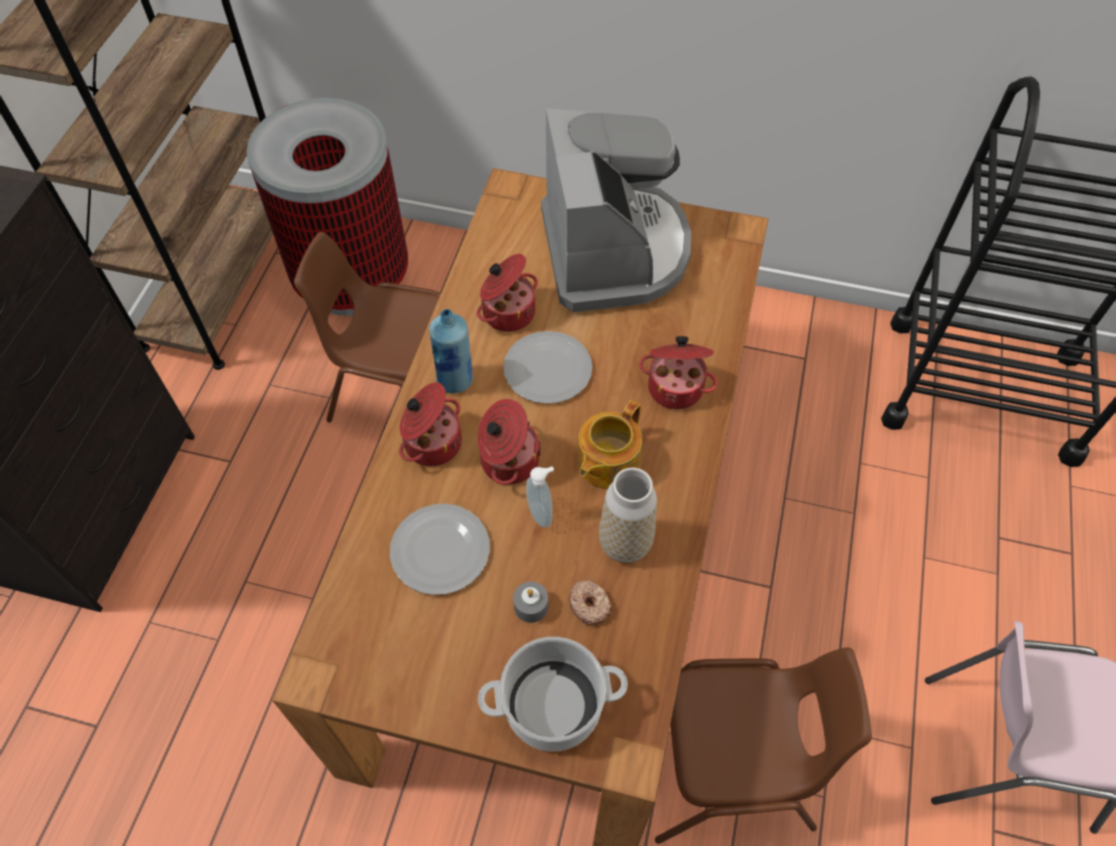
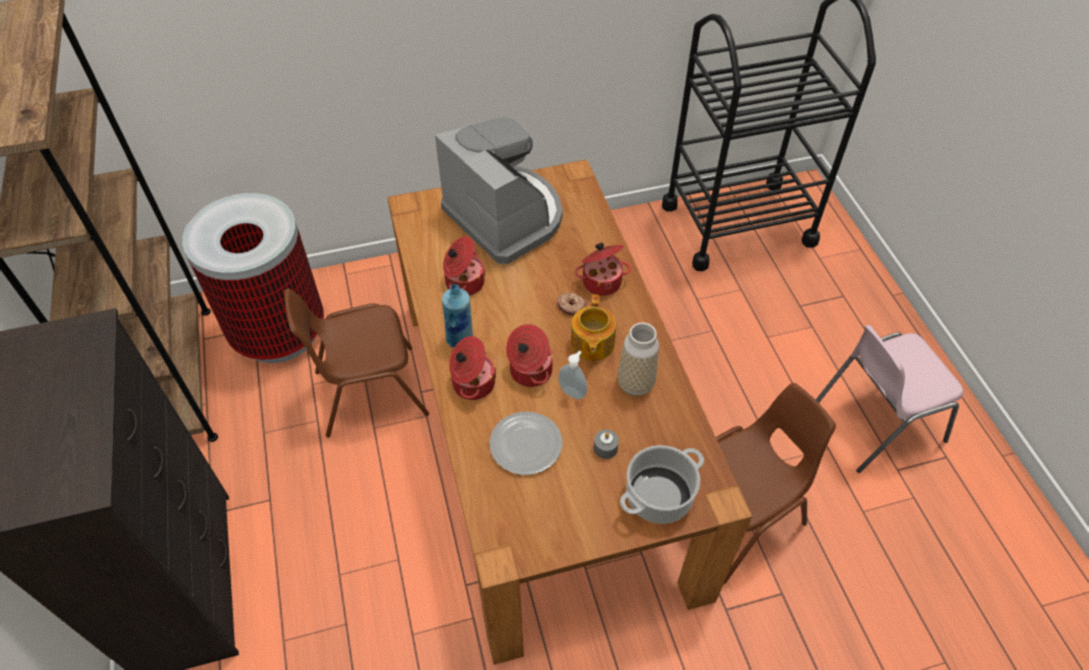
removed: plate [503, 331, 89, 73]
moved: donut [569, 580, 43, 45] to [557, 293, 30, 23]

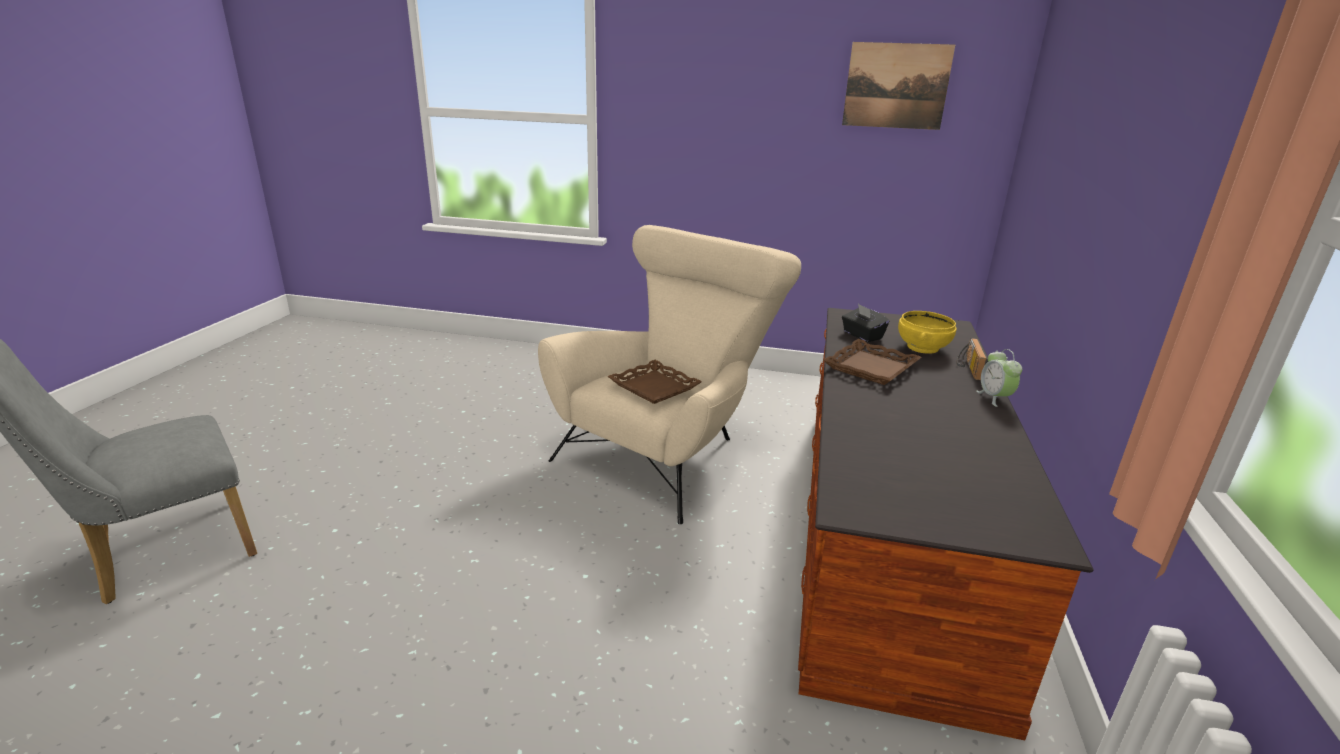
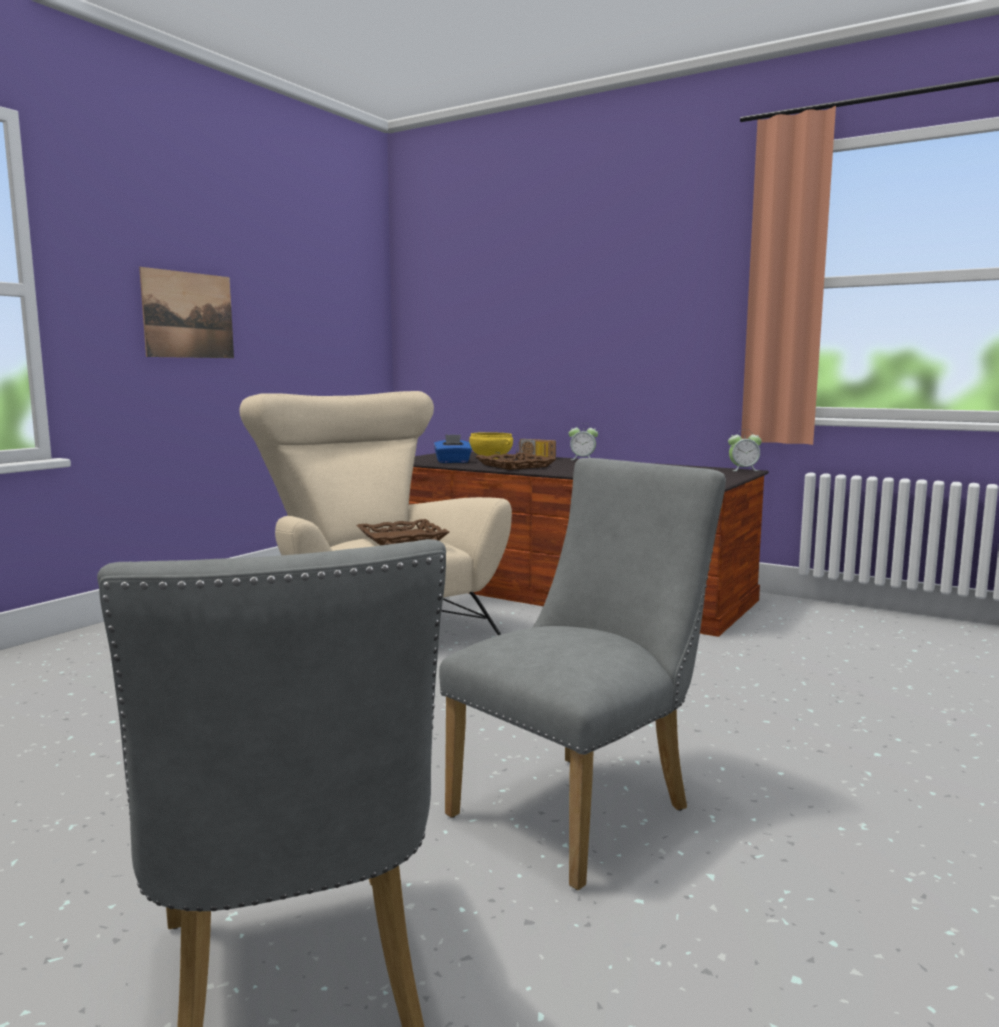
added: alarm clock [728, 429, 34, 42]; chair (grey) [439, 458, 287, 432]
moved: picture [842, 42, 113, 88] to [139, 267, 95, 91]
recoloured: tissue box (black) [842, 304, 47, 38] to tissue box (blue) [434, 434, 38, 29]

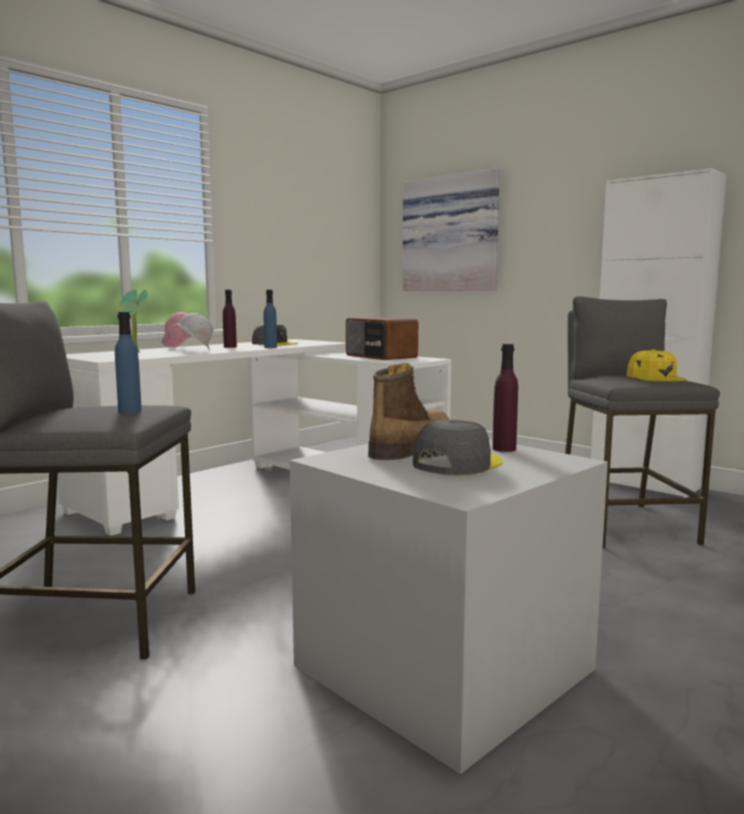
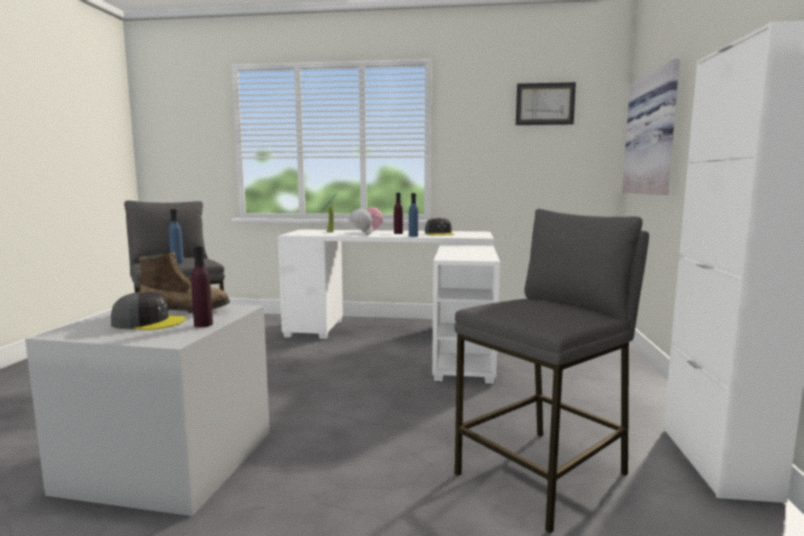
removed: radio [346, 317, 72, 43]; cap (yellow) [626, 349, 61, 32]
added: picture [516, 82, 60, 43]

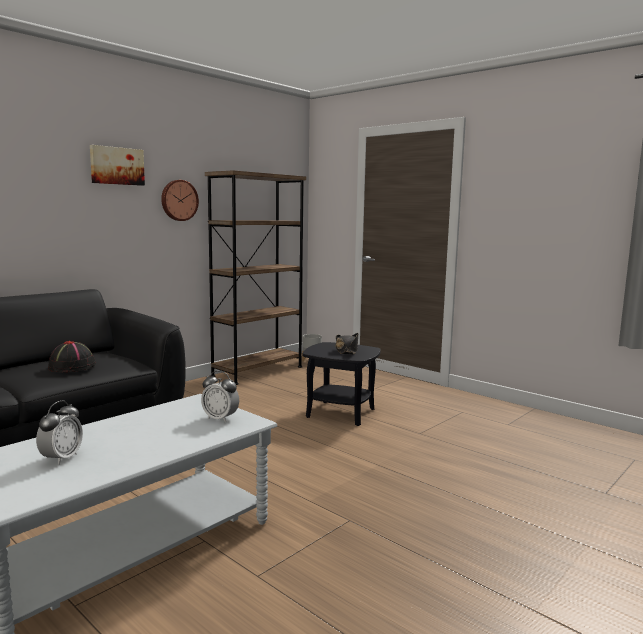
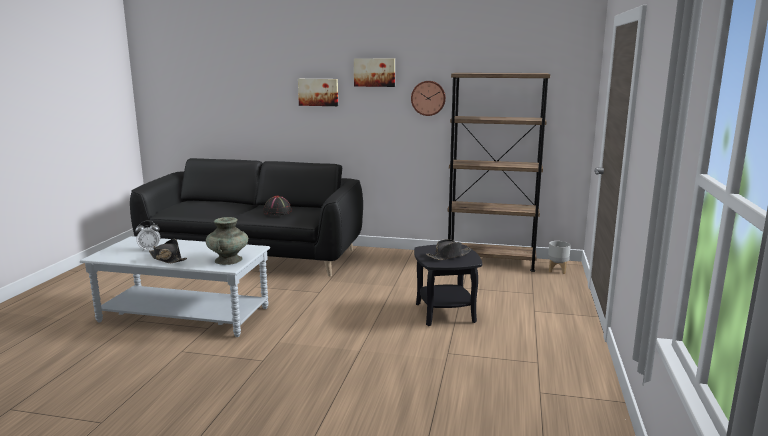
added: picture [298, 79, 40, 27]; hat (black) [149, 239, 38, 24]
replaced: alarm clock [201, 371, 38, 52] to vase (turquoise) [206, 217, 42, 48]

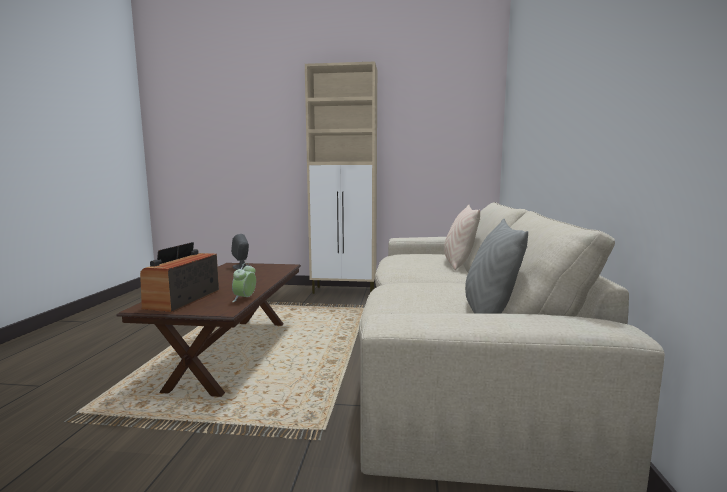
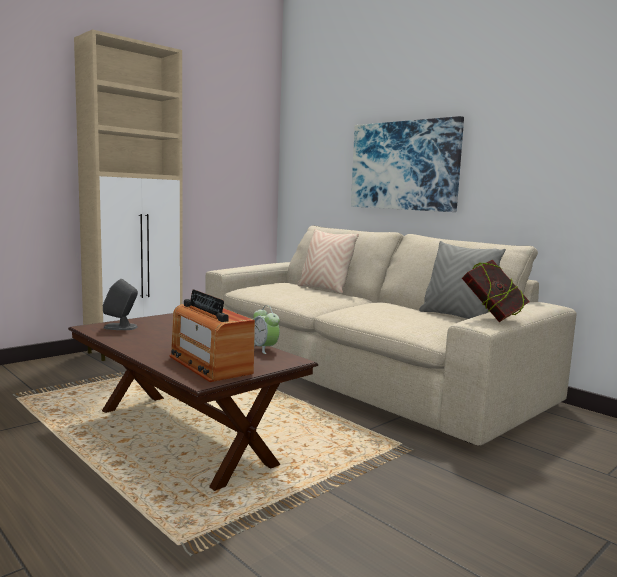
added: picture [351, 116, 113, 96]; book [462, 260, 68, 62]

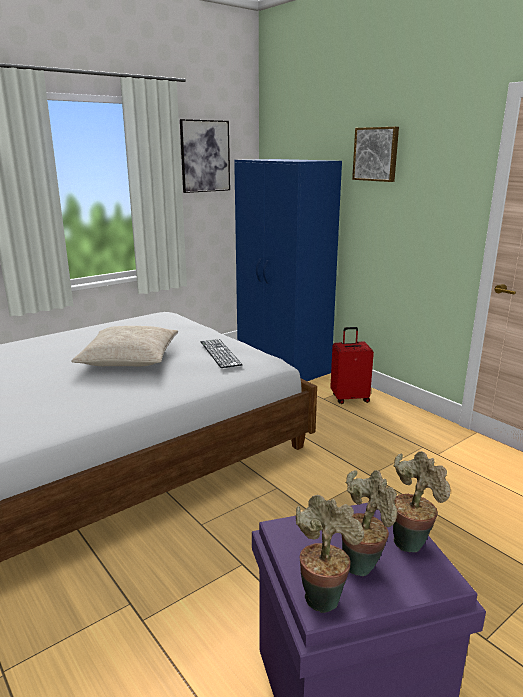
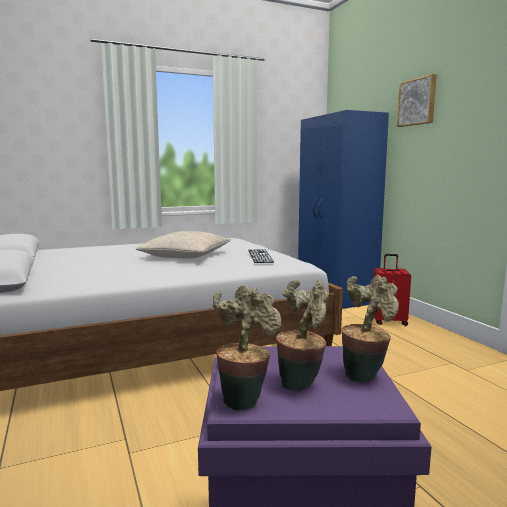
removed: picture [180, 119, 50, 74]

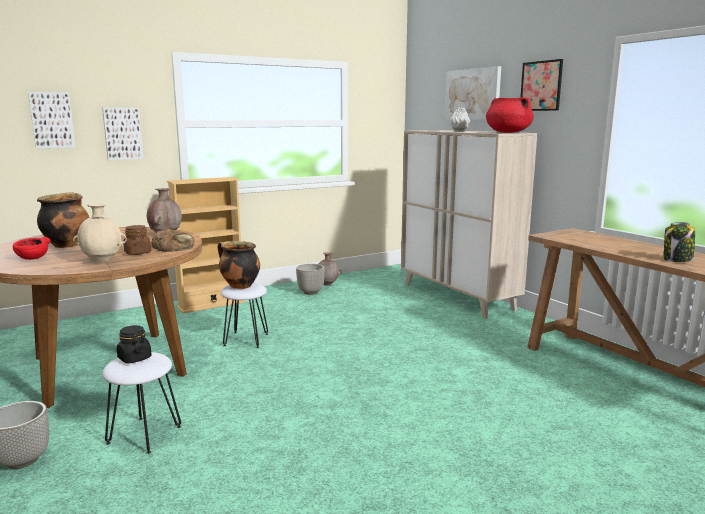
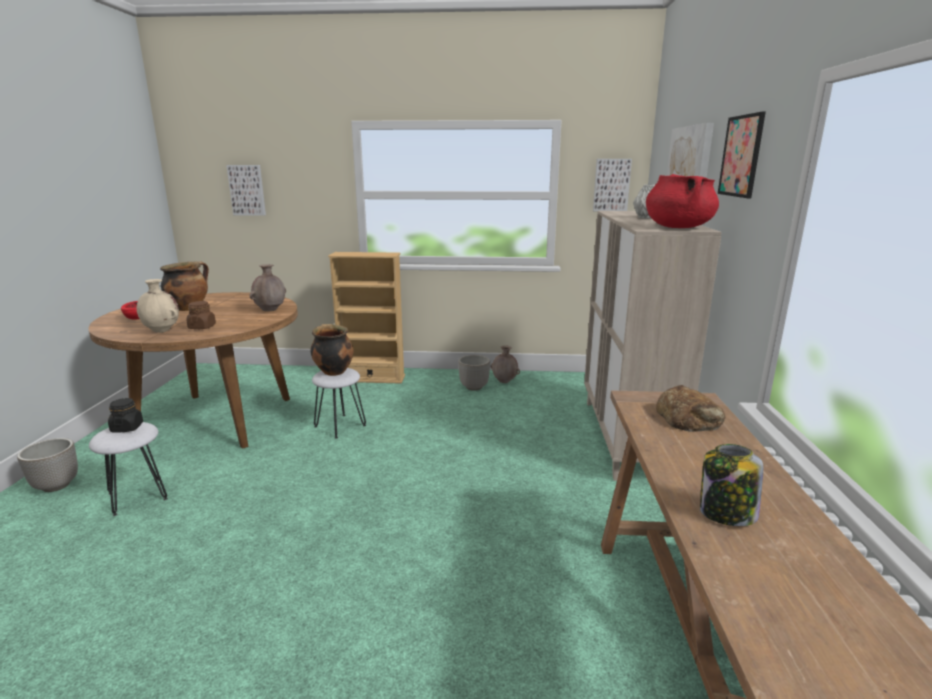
moved: picture [102, 107, 42, 53] to [593, 159, 39, 52]; bread [151, 228, 43, 24] to [656, 385, 69, 47]

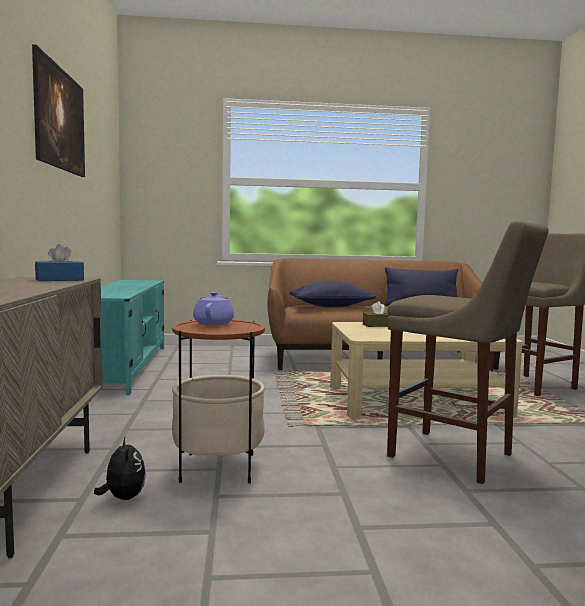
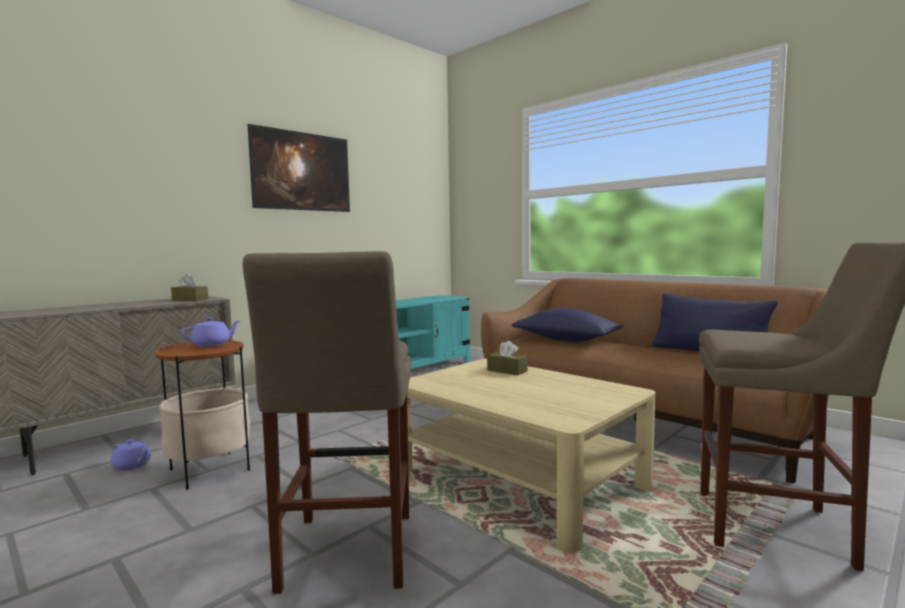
replaced: plush toy [94, 437, 52, 63] to teapot (purple) [111, 439, 40, 32]
recoloured: tissue box (blue) [35, 244, 49, 37] to tissue box (brown) [171, 274, 37, 27]

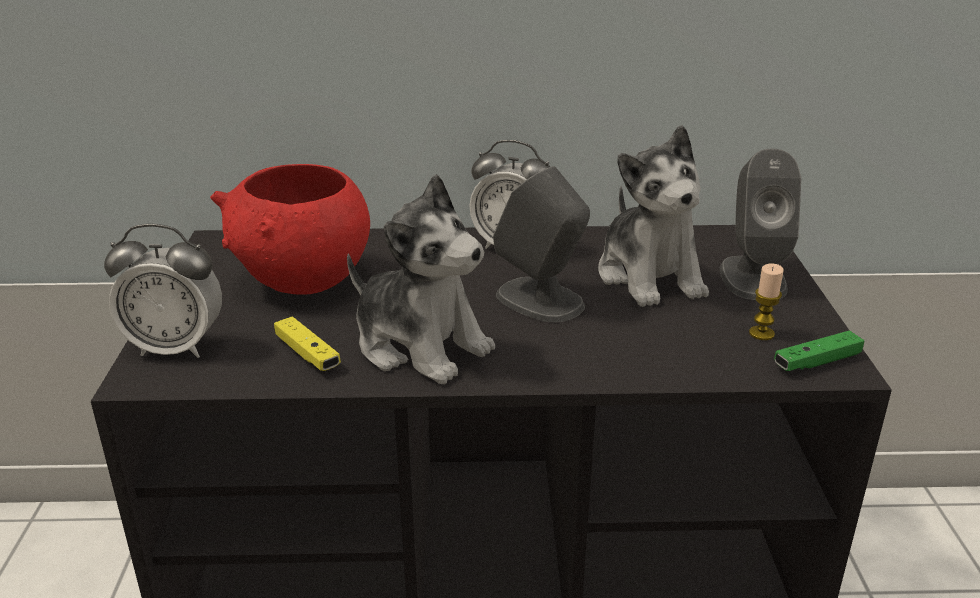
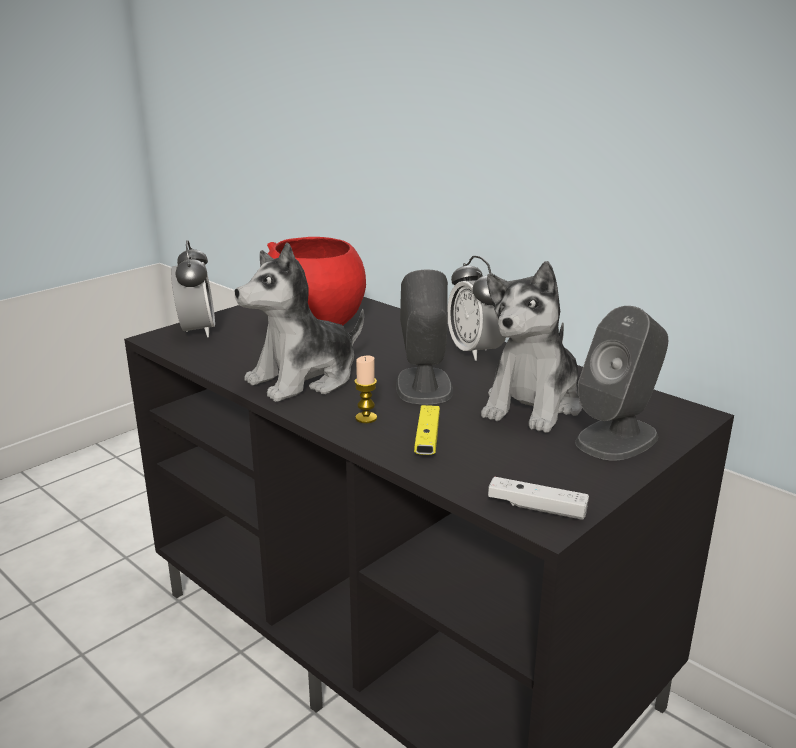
moved: candle [749, 264, 35, 76] to [354, 355, 23, 68]; game controller (yellow) [274, 317, 67, 54] to [414, 405, 26, 50]
recoloured: game controller (green) [774, 331, 90, 40] to game controller (white) [488, 476, 101, 44]
turned: plush toy [347, 174, 148, 210] = [235, 243, 129, 159] 60 degrees clockwise; alarm clock [104, 224, 118, 134] = [171, 240, 44, 97] 150 degrees counterclockwise

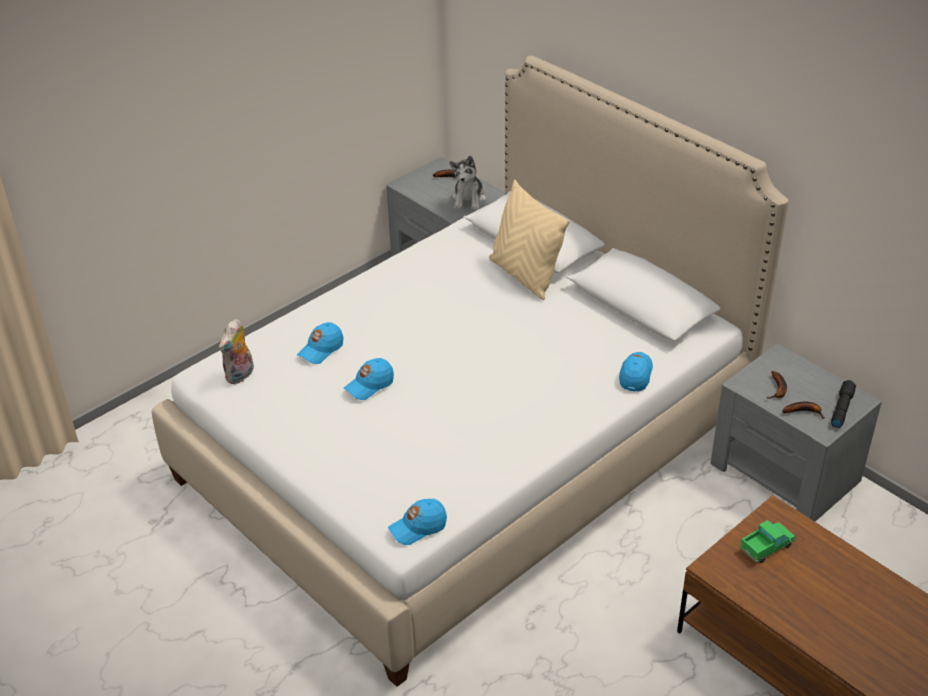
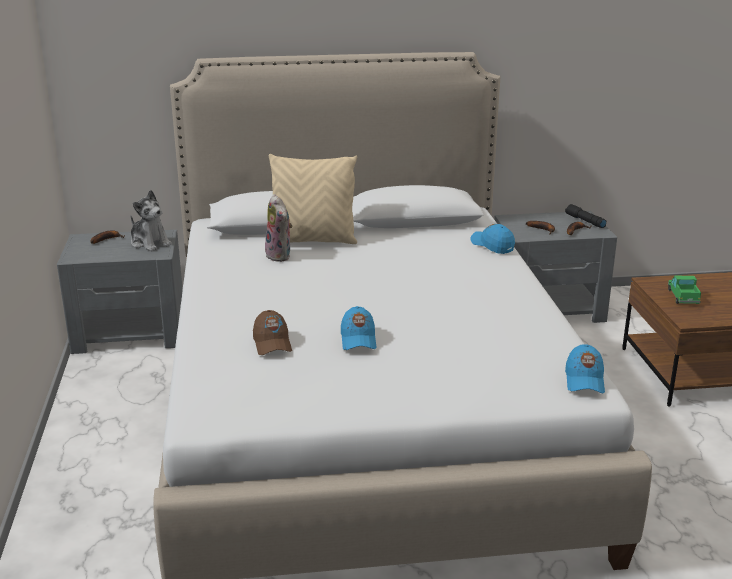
moved: plush toy [219, 319, 35, 65] to [265, 194, 28, 68]
recoloured: cap (blue) [297, 322, 46, 42] to cap (brown) [253, 310, 39, 45]

